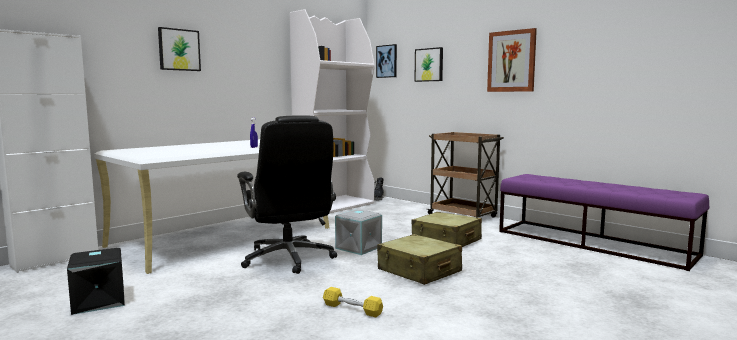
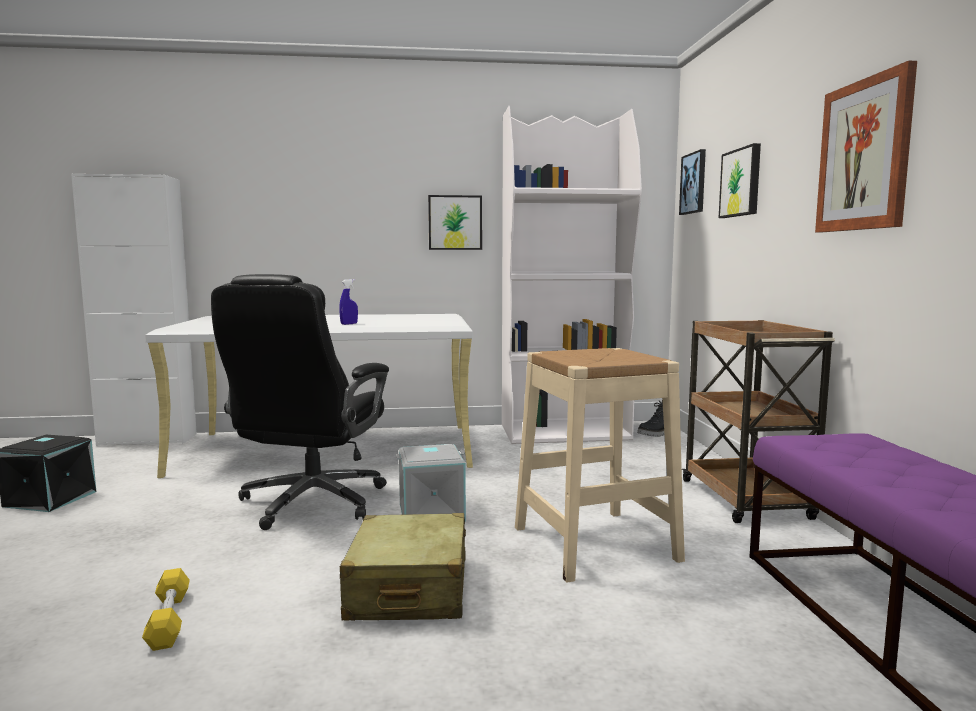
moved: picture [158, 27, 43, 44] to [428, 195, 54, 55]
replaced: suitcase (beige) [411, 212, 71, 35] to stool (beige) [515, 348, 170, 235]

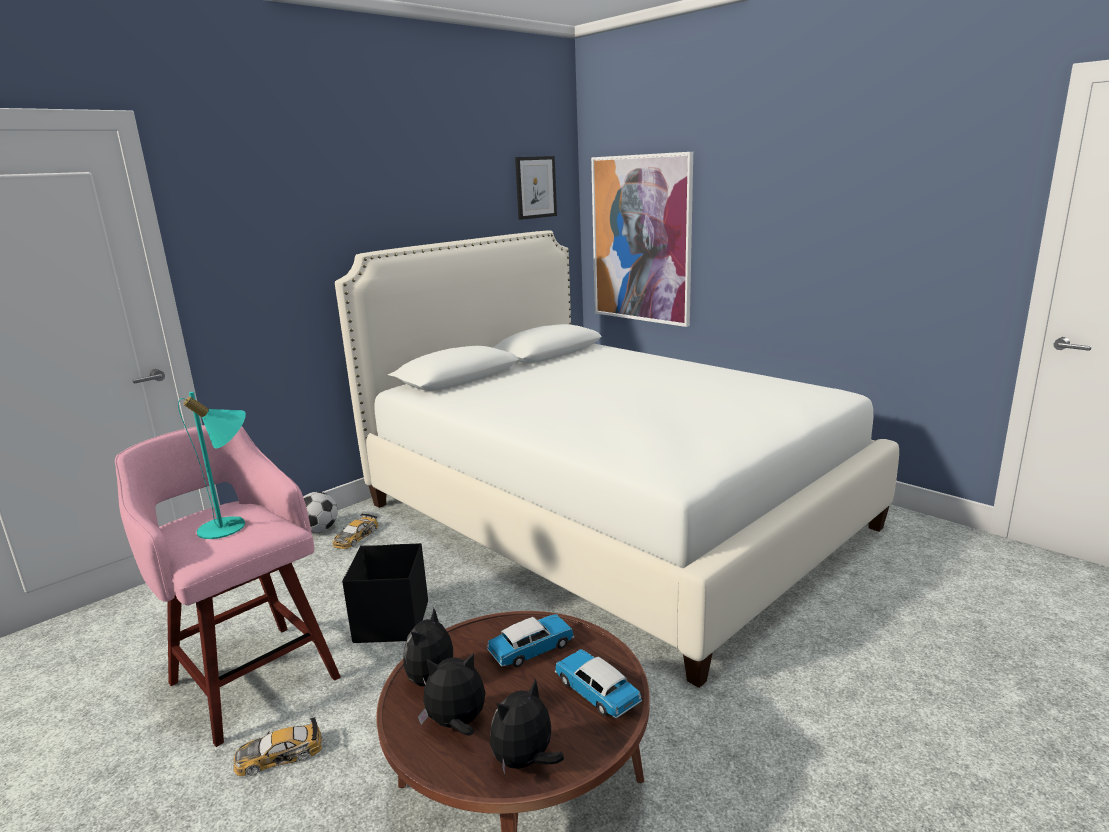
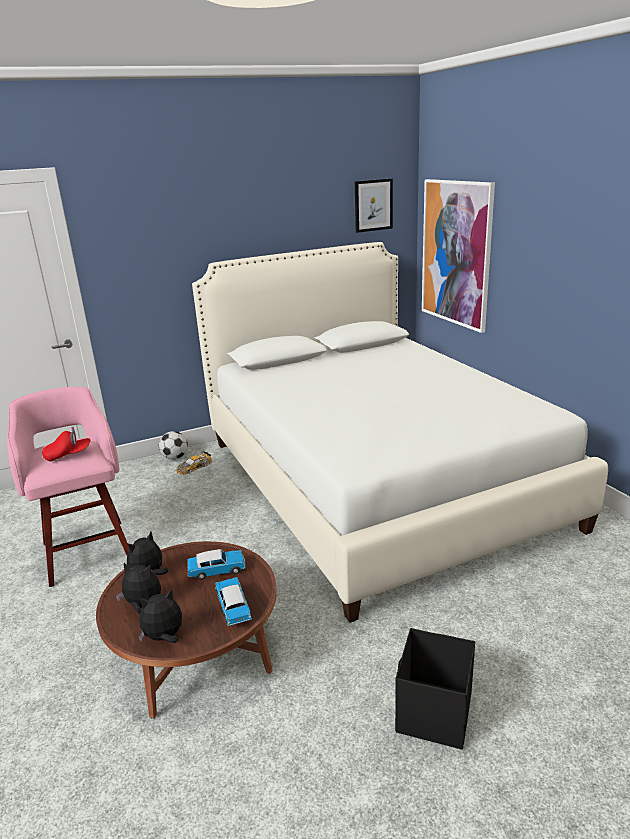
removed: toy car [233, 717, 89, 59]
moved: storage box (black) [342, 543, 86, 100] to [395, 628, 80, 121]
replaced: table lamp (turquoise) [178, 392, 68, 147] to cap (red) [42, 427, 49, 35]

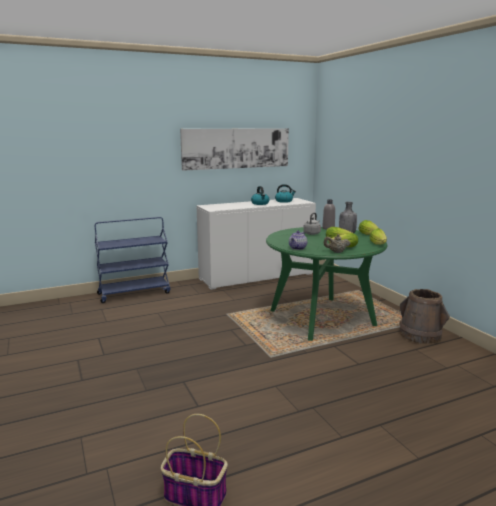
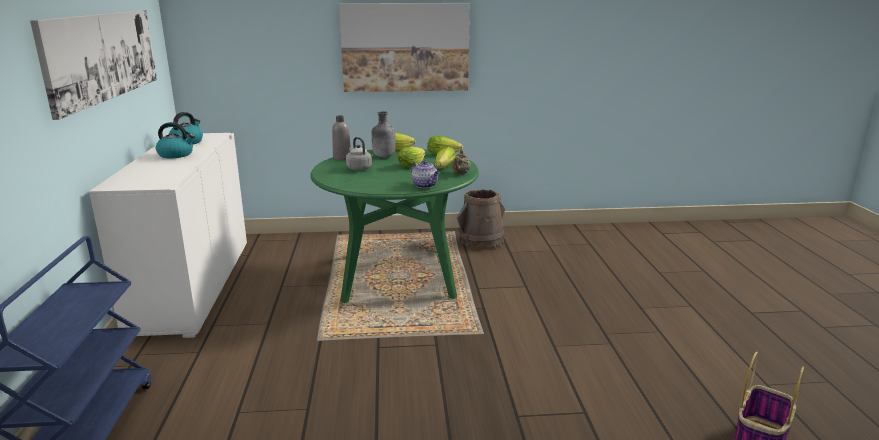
added: picture [339, 3, 131, 89]

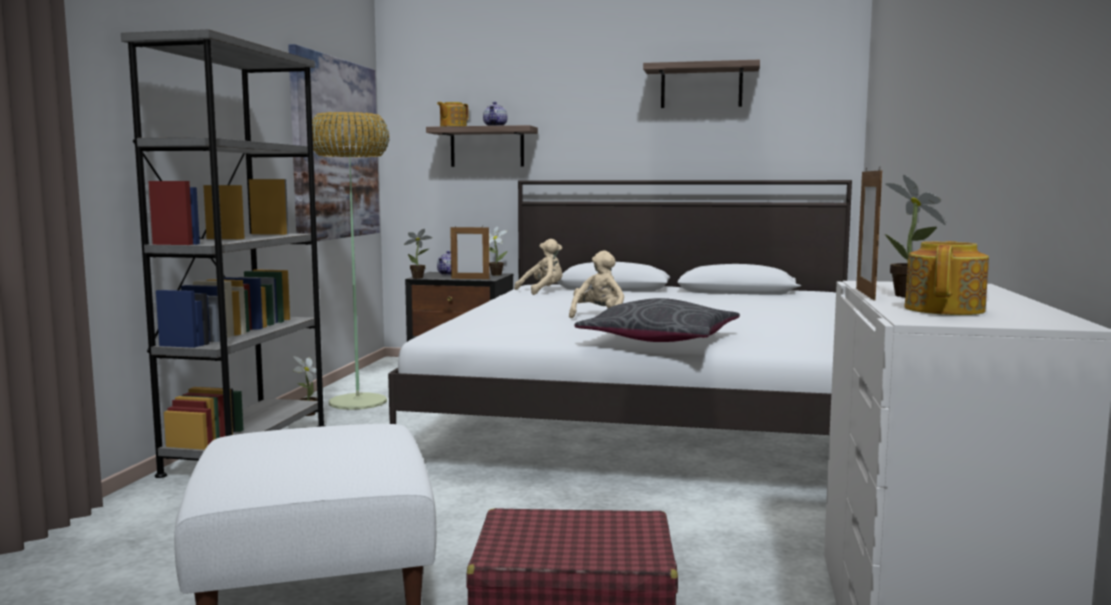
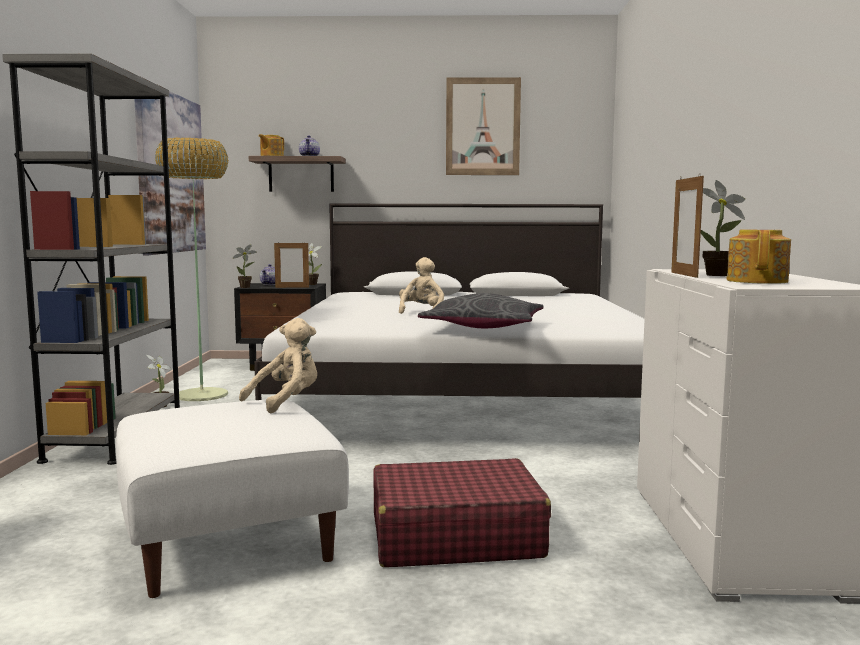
moved: plush toy (beige) [514, 239, 48, 56] to [239, 318, 78, 96]
replaced: shelf [643, 60, 117, 48] to picture [446, 77, 75, 98]

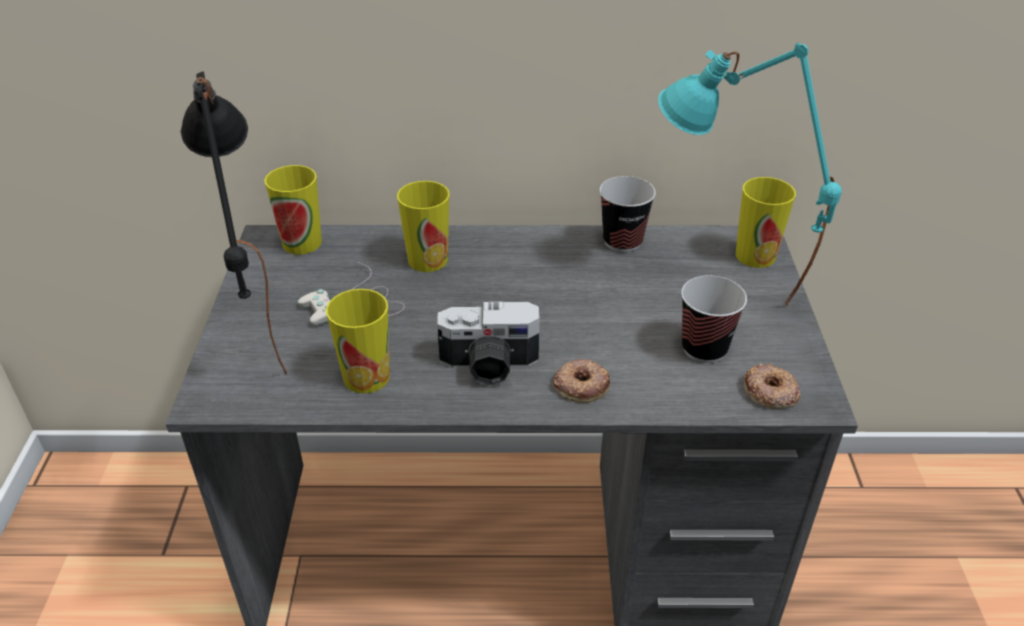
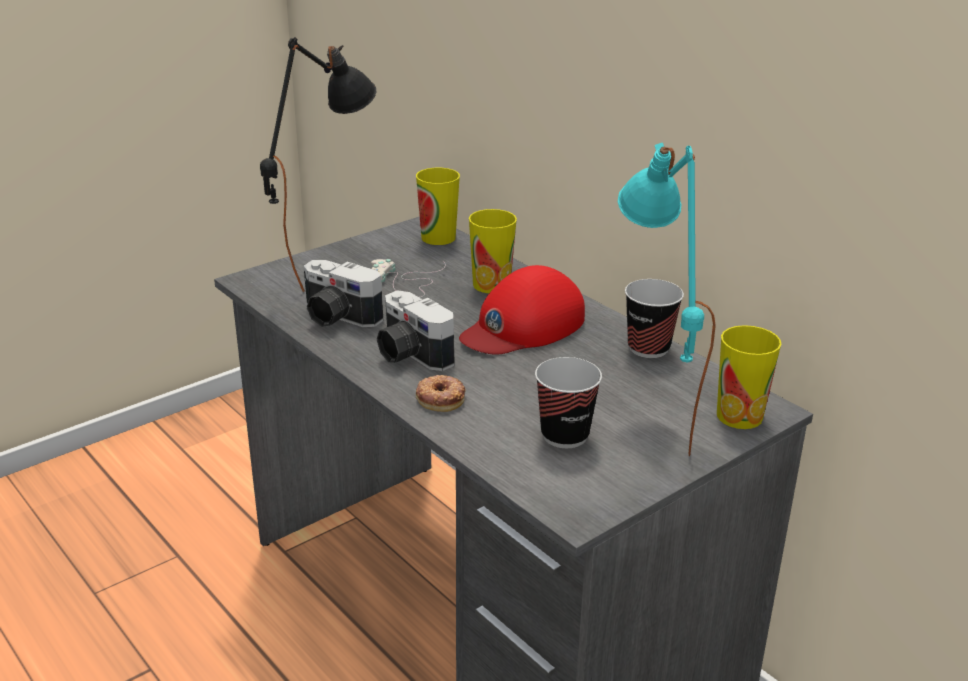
removed: donut [744, 363, 56, 46]
added: cap (red) [459, 265, 126, 90]
replaced: cup [326, 289, 64, 104] to photo camera [303, 260, 80, 67]

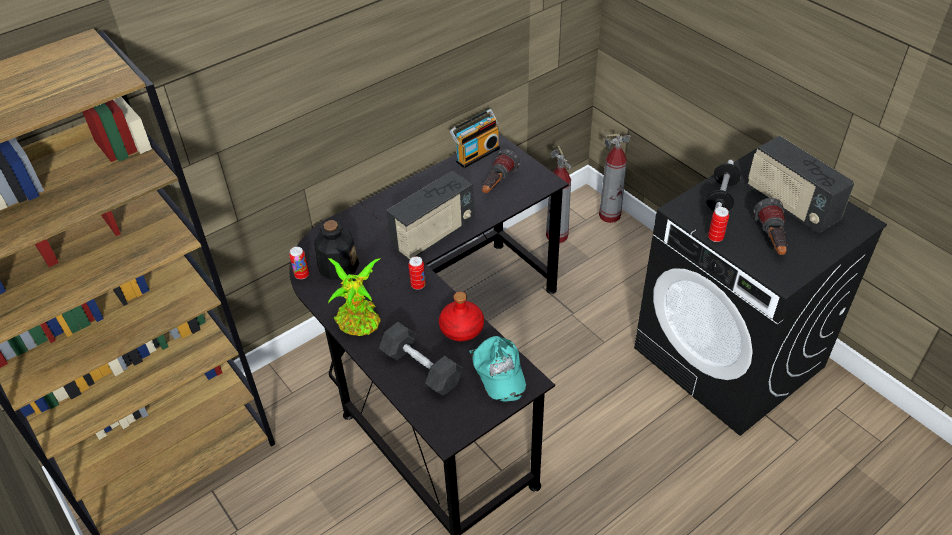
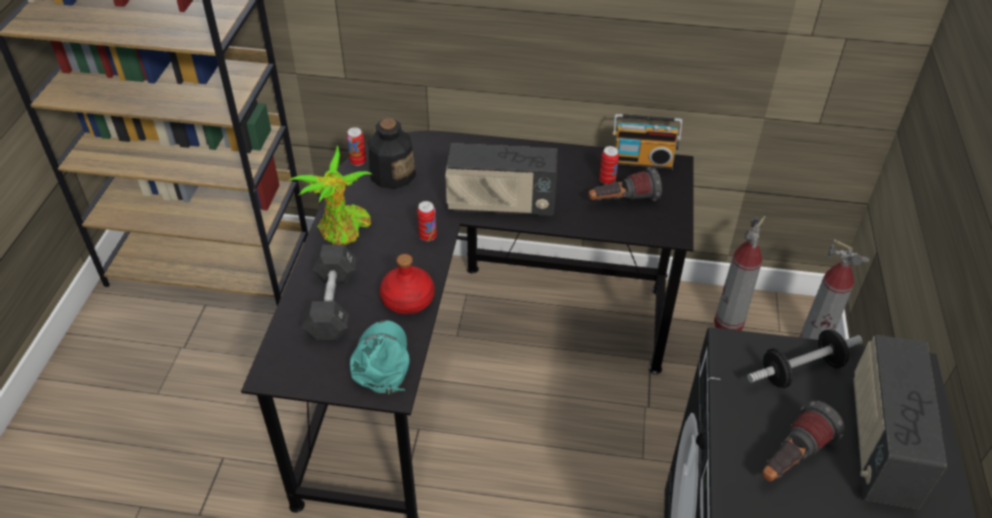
moved: can [708, 207, 21, 35] to [599, 146, 20, 38]
turned: cap (turquoise) [469, 336, 57, 65] = [350, 320, 60, 75] 150 degrees clockwise

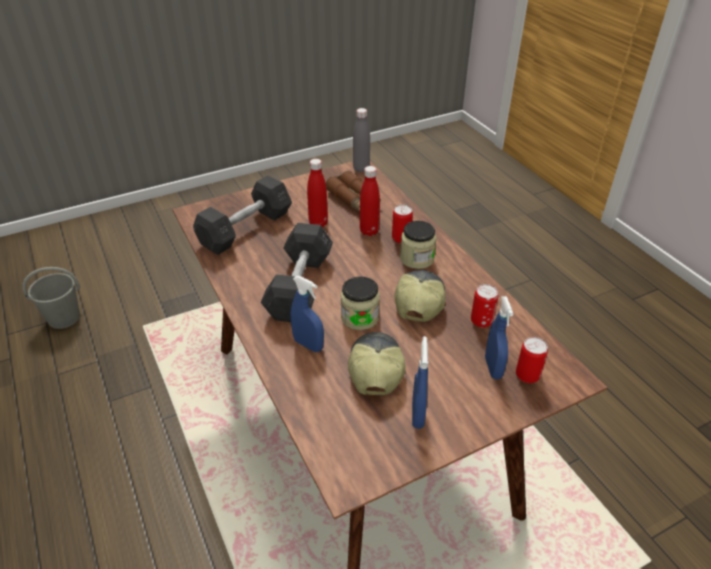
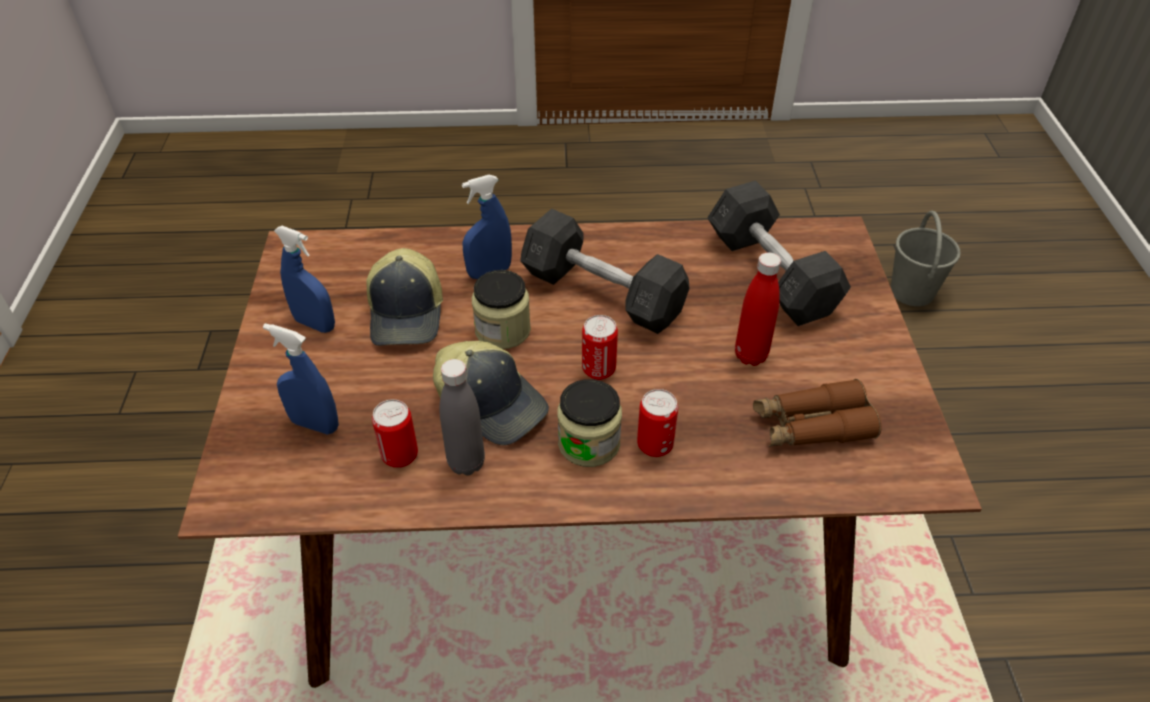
removed: bottle (red) [360, 166, 20, 70]
moved: bottle (grey) [353, 108, 17, 65] to [439, 359, 46, 117]; can [516, 337, 32, 46] to [582, 315, 36, 65]
turned: cap [348, 332, 58, 63] = [366, 248, 77, 98] 60 degrees clockwise

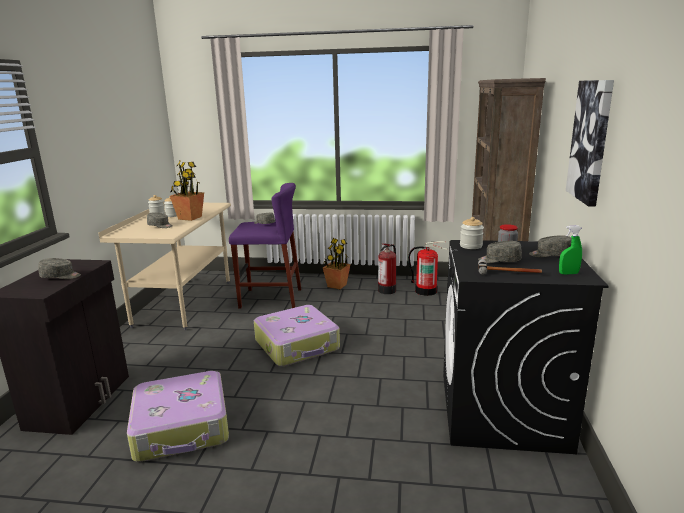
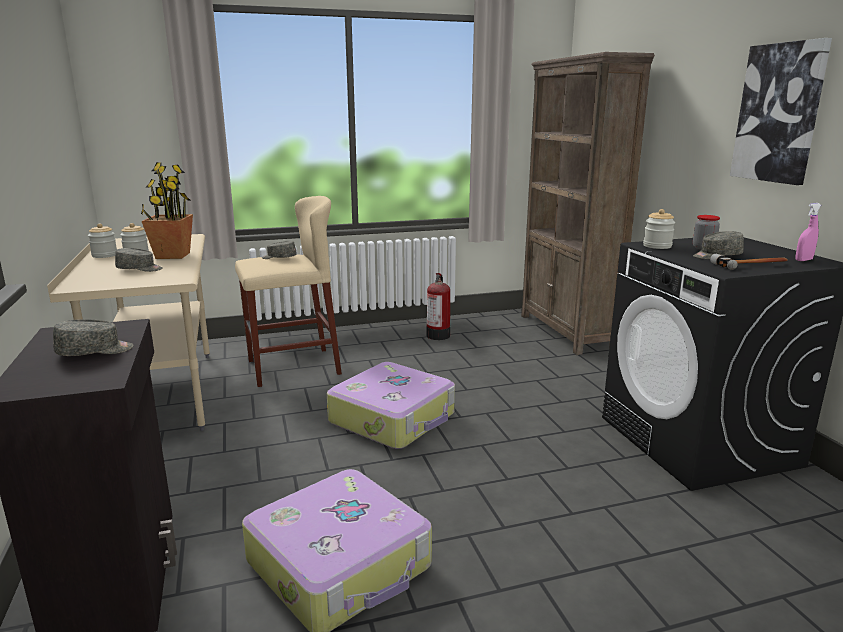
removed: cap (grey) [529, 235, 43, 22]; potted plant [323, 238, 27, 51]; fire extinguisher [408, 241, 40, 55]
recoloured: stool (purple) [229, 183, 72, 125] to stool (beige) [235, 196, 107, 191]; spray bottle (green) [559, 226, 23, 49] to spray bottle (pink) [796, 203, 25, 58]

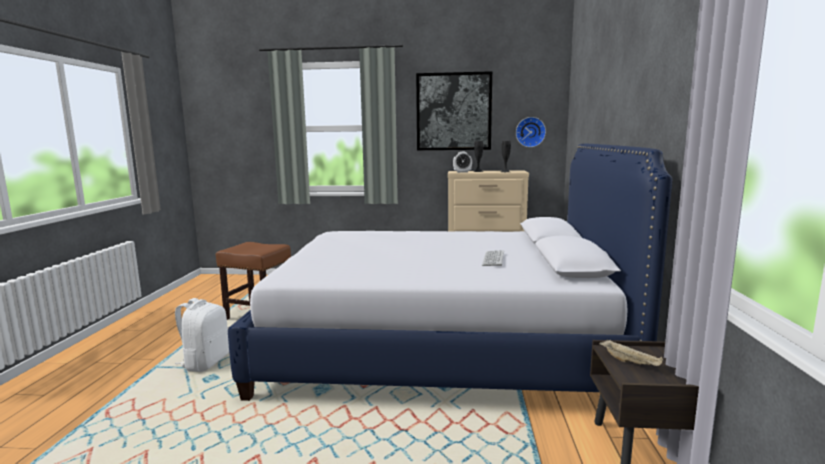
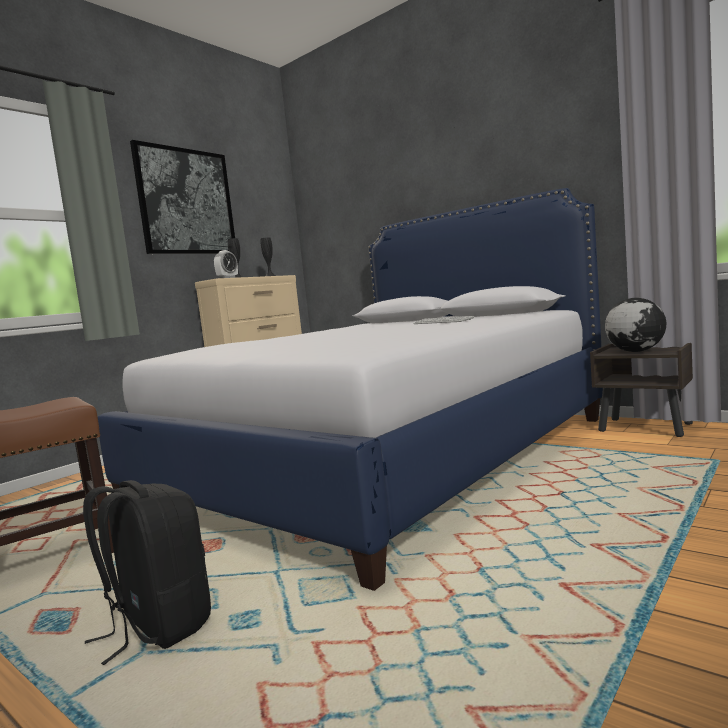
removed: wall clock [516, 117, 30, 30]
replaced: tray (beige) [600, 340, 63, 26] to globe [605, 298, 61, 54]
recoloured: backpack (white) [175, 298, 54, 74] to backpack (black) [83, 480, 128, 185]

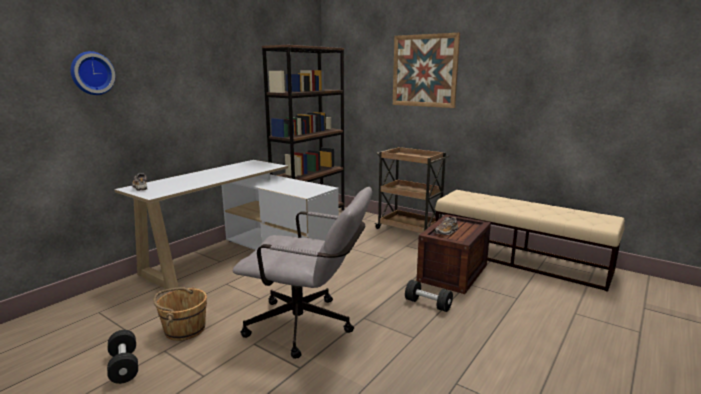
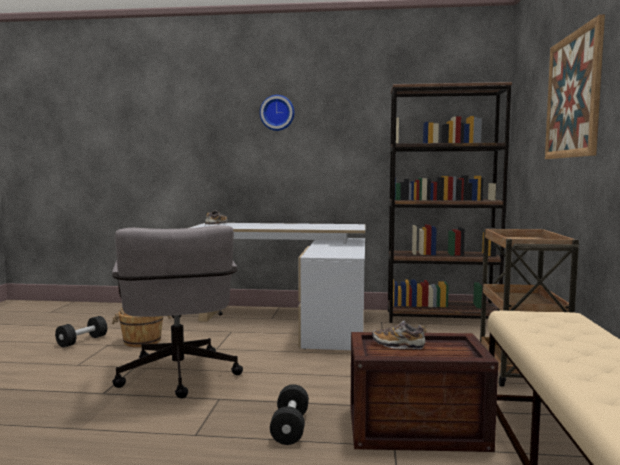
moved: wall clock [71, 51, 44, 44] to [260, 95, 34, 36]

